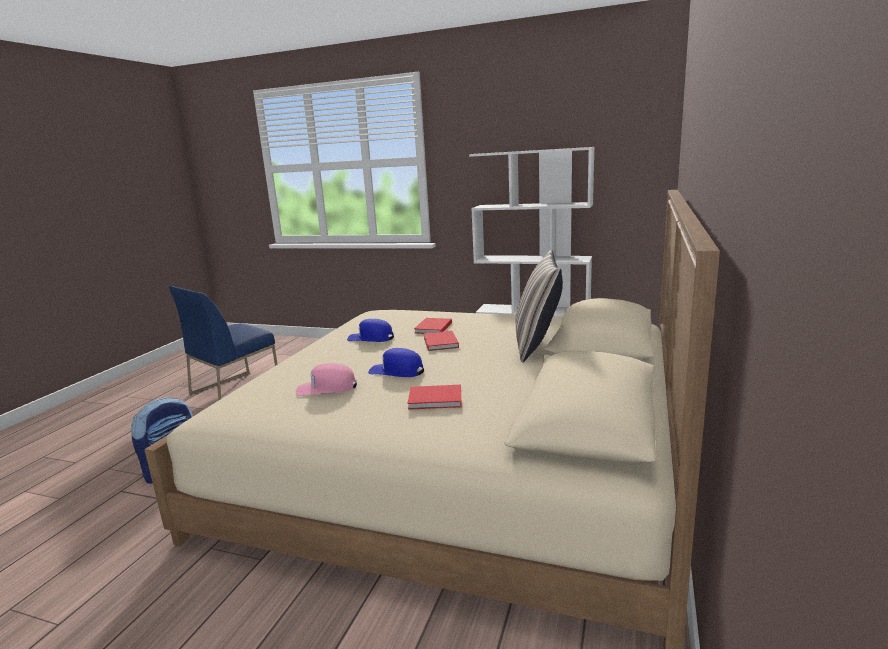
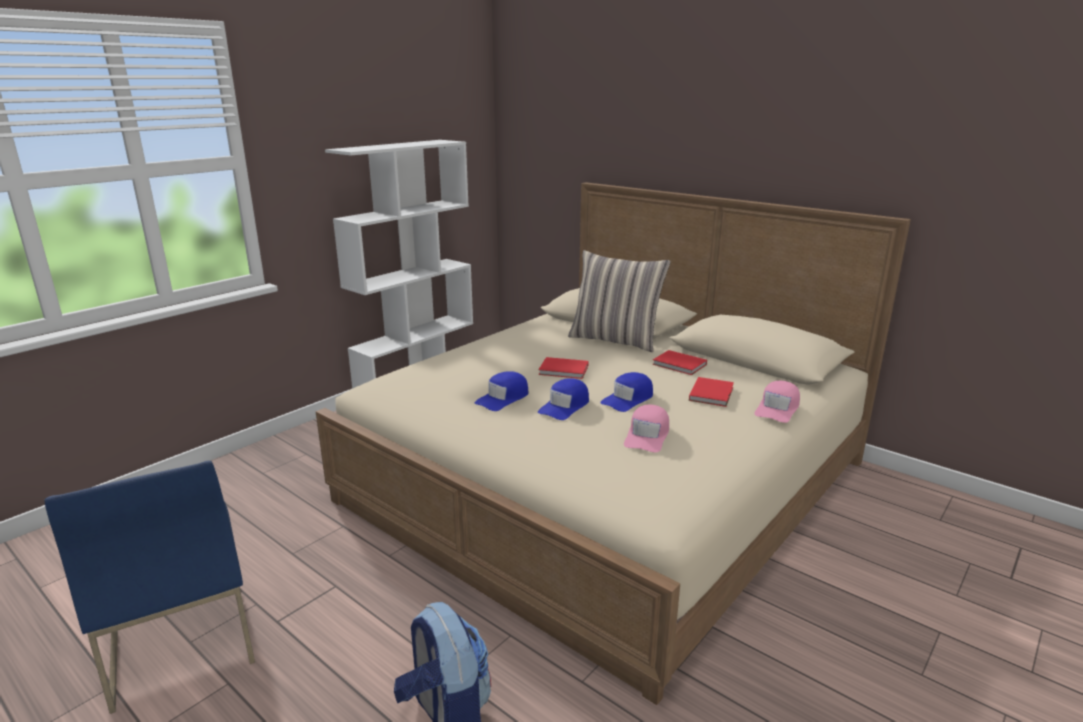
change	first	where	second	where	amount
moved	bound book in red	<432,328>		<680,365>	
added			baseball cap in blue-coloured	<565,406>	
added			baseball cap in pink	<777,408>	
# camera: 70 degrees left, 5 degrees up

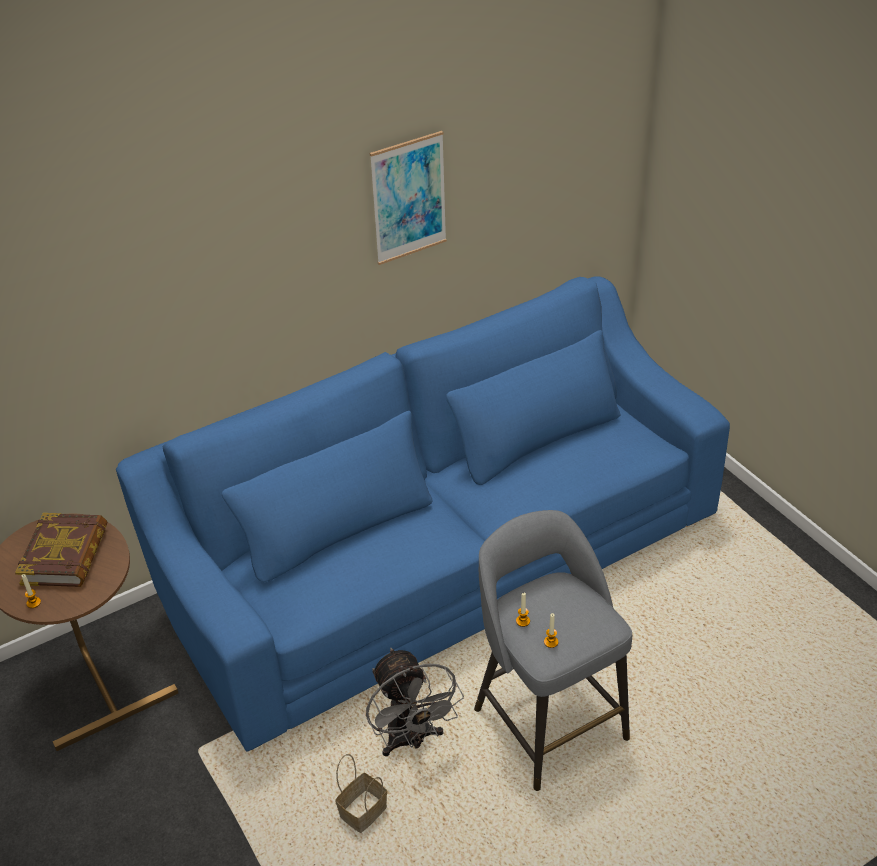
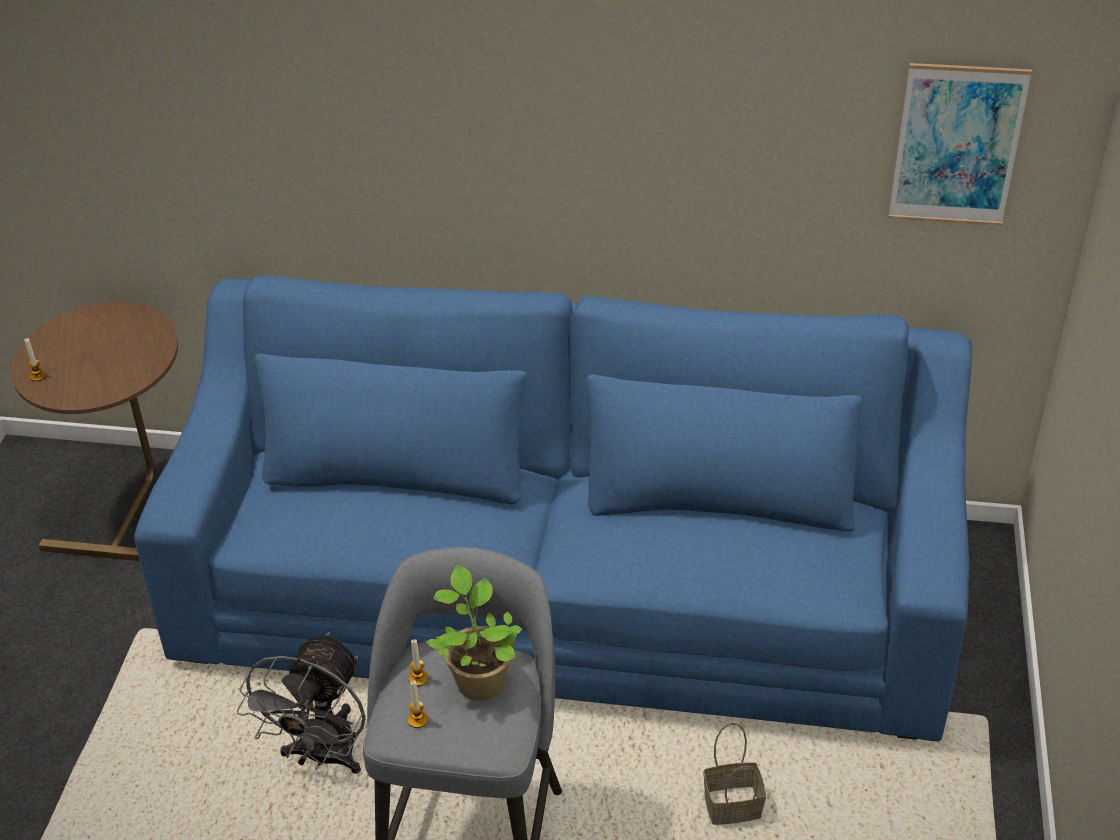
change	first	where	second	where	amount
moved	wall art	<409,198>		<957,145>	
removed	bound book	<66,555>			
moved	storage basket	<363,814>		<730,808>	
added			houseplant	<479,680>	
# camera: 40 degrees right, 0 degrees up

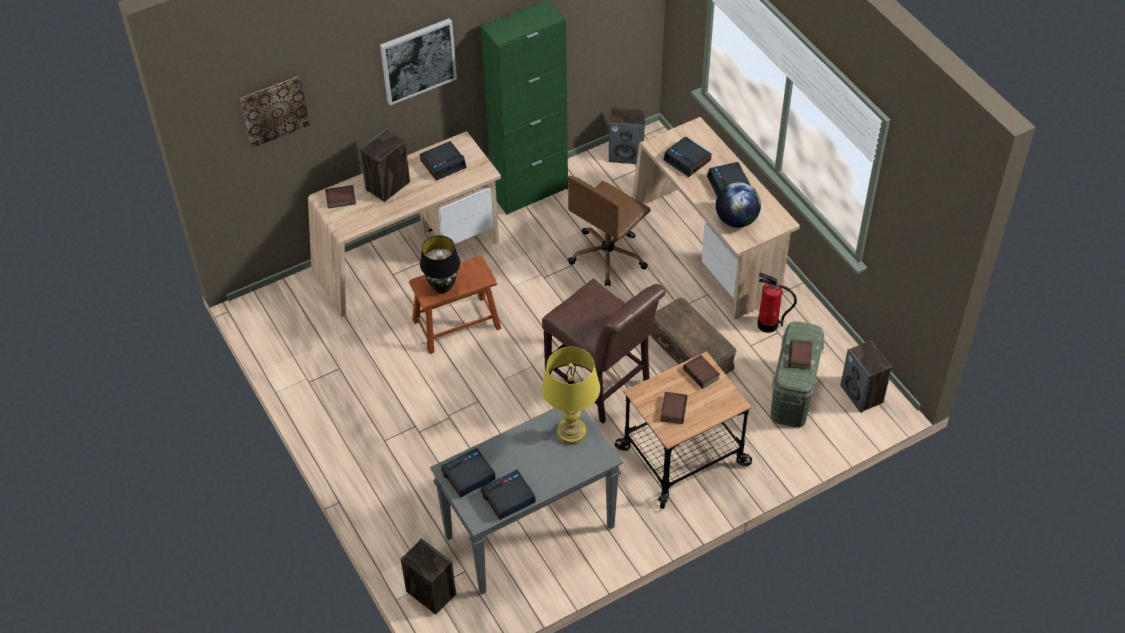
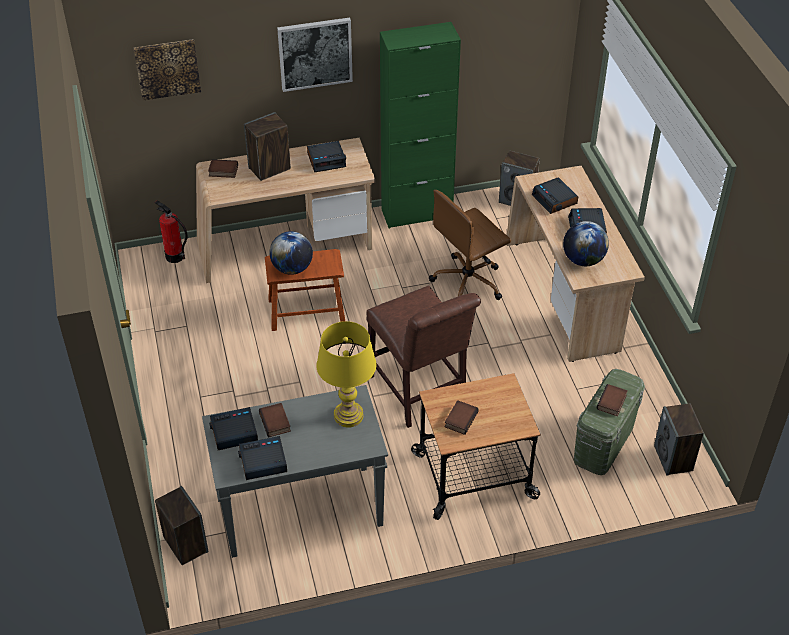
change	first	where	second	where	amount
replaced	tabletop lamp in black	<442,287>	globe	<292,268>	
moved	fire extinguisher	<767,325>		<174,256>	
removed	storage container in brown	<692,350>			
moved	bound book	<702,374>		<276,422>	
# camera: 15 degrees right, 5 degrees down

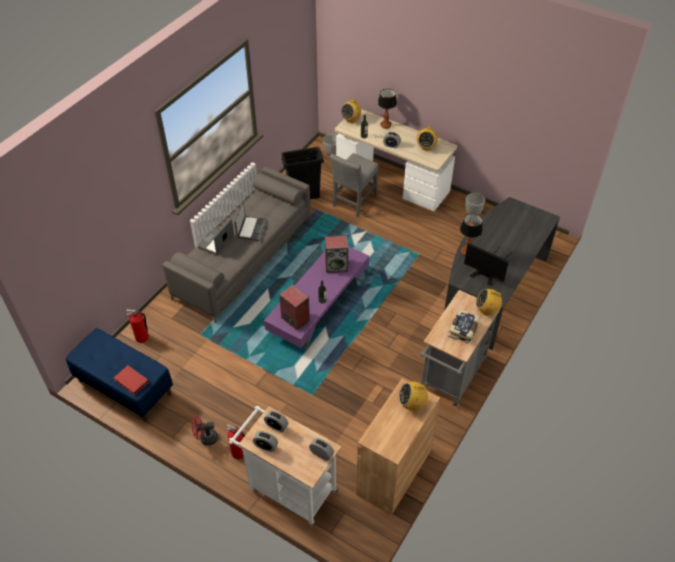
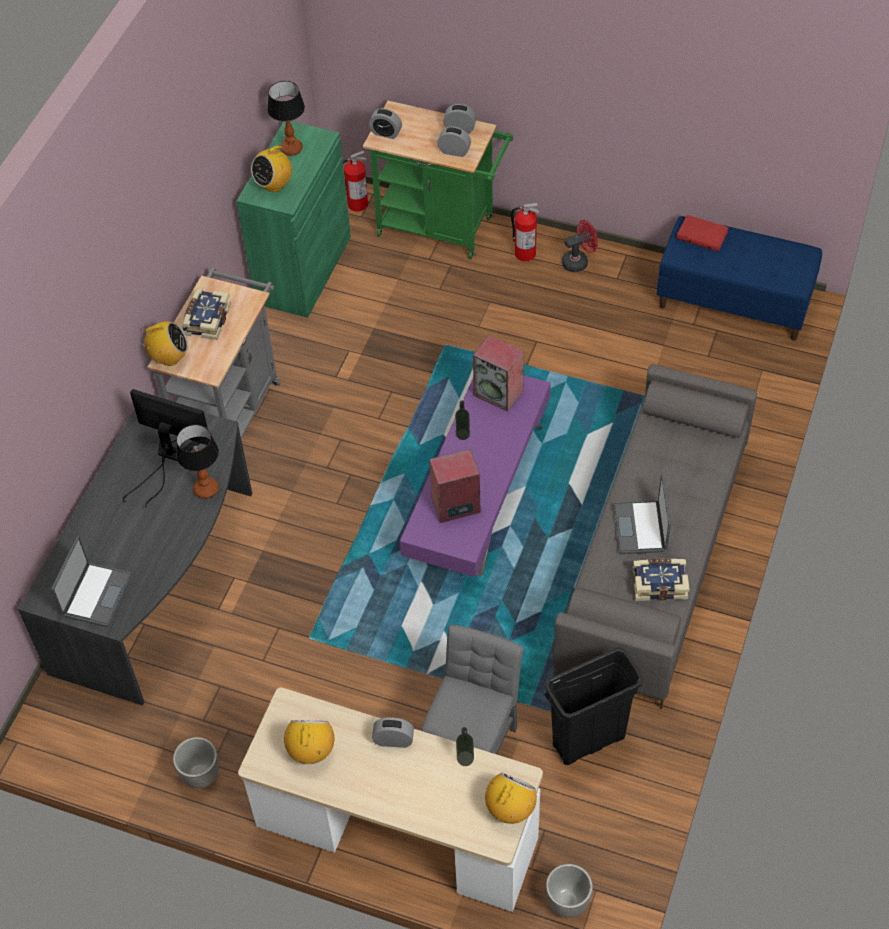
change	first	where	second	where	amount
moved	tabletop lamp	<386,125>		<291,149>	
moved	laptop	<216,242>		<96,595>	
moved	fire extinguisher	<142,338>		<357,204>	
recoloured	storage cabinet in brown	<393,472>	storage cabinet in greenish	<303,270>	
turned	radio	<412,404>		<274,185>	150 degrees clockwise
recoloured	trolley in white-coloured	<288,488>	trolley in greenish	<442,228>	
added			bound book	<659,583>	
# camera: 170 degrees right, 5 degrees up

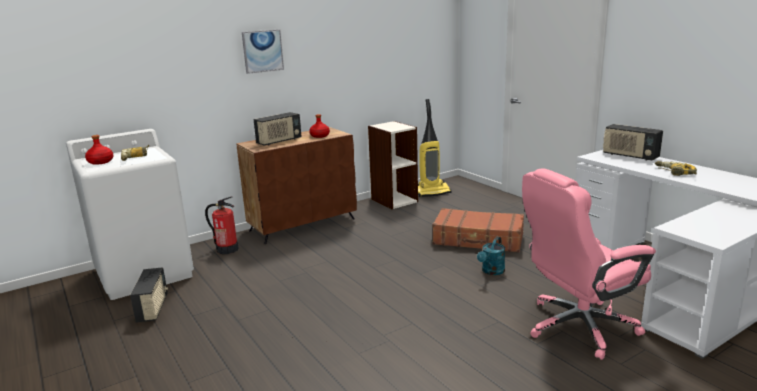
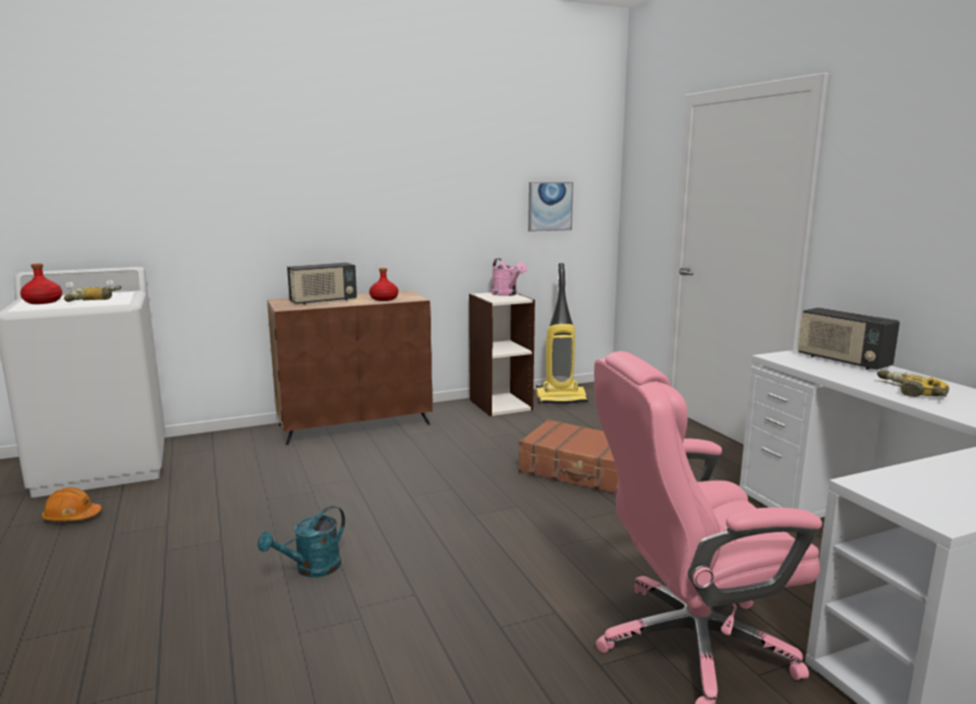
change	first	where	second	where	amount
moved	wall art	<262,51>		<550,206>	
removed	fire extinguisher	<227,249>			
moved	watering can in blue-green	<491,271>		<311,569>	
replaced	radio	<153,308>	hard hat in orange	<72,517>	
added			watering can in pink	<507,294>	
# camera: 10 degrees right, 5 degrees down

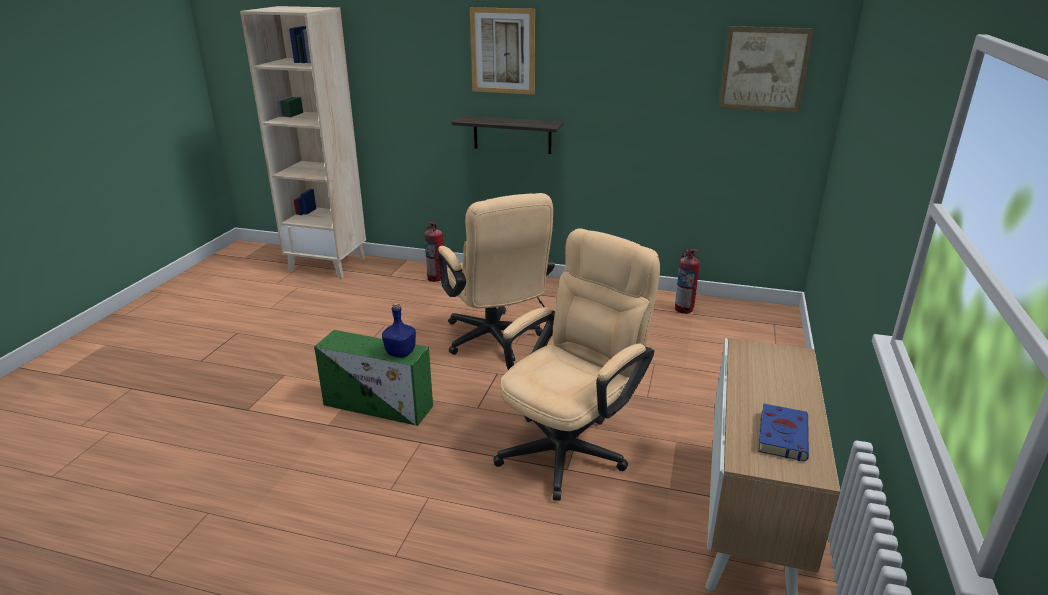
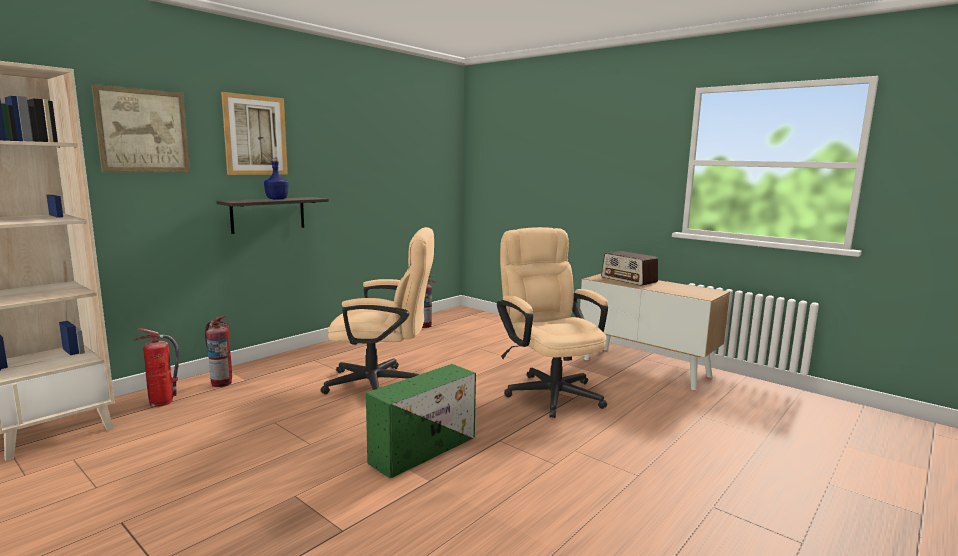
change	first	where	second	where	amount
moved	wall art	<764,69>		<143,131>	
moved	drink bottle in blue-coloured	<401,353>		<277,199>	
removed	bound book in blue-coloured	<782,434>			
added			radio	<629,280>	
added			fire extinguisher	<161,402>	
# camera: 65 degrees left, 15 degrees down

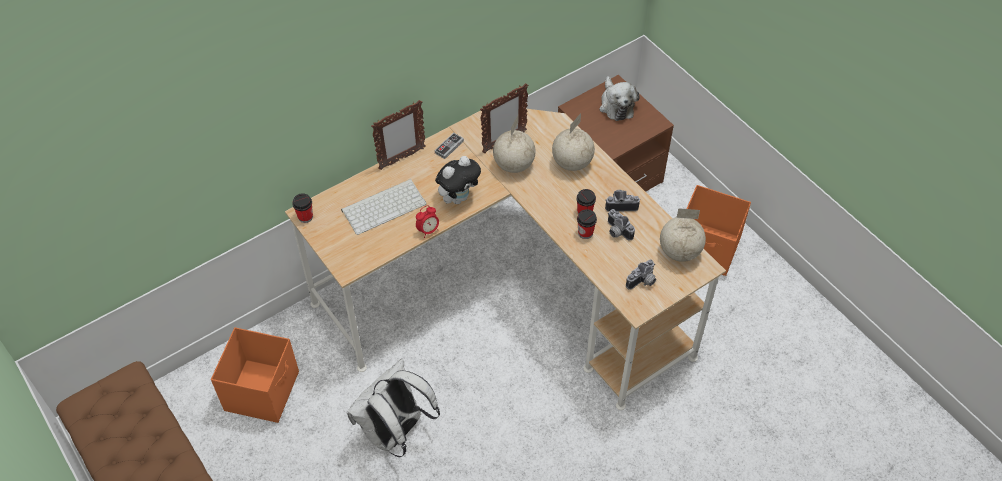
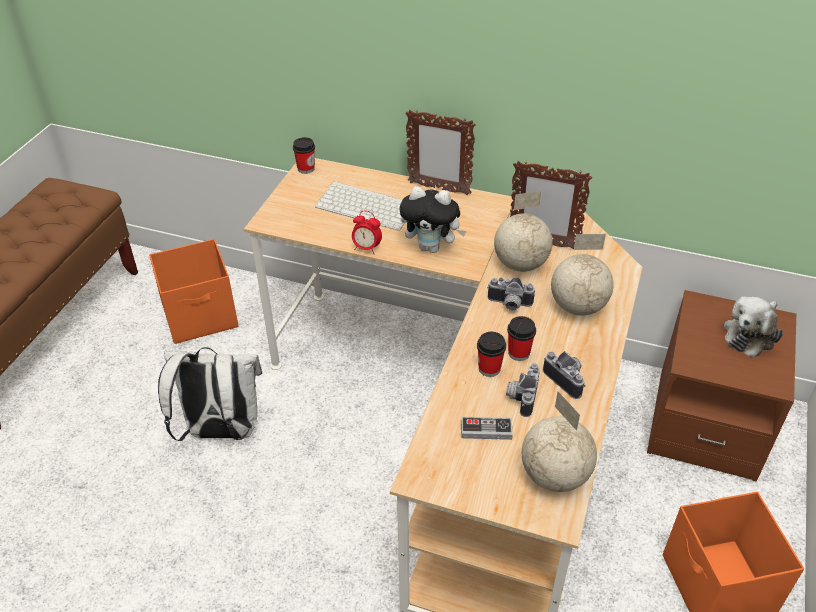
change	first	where	second	where	amount
moved	game controller	<449,147>		<486,430>	
moved	still camera	<643,282>		<509,305>	
# camera: 55 degrees right, 10 degrees down

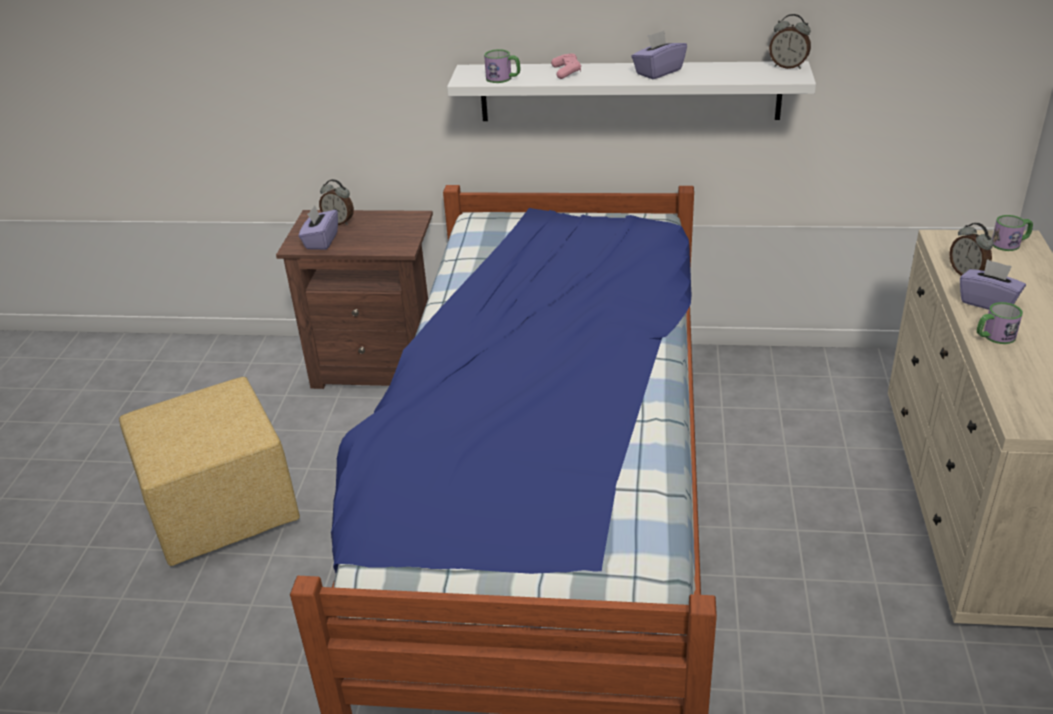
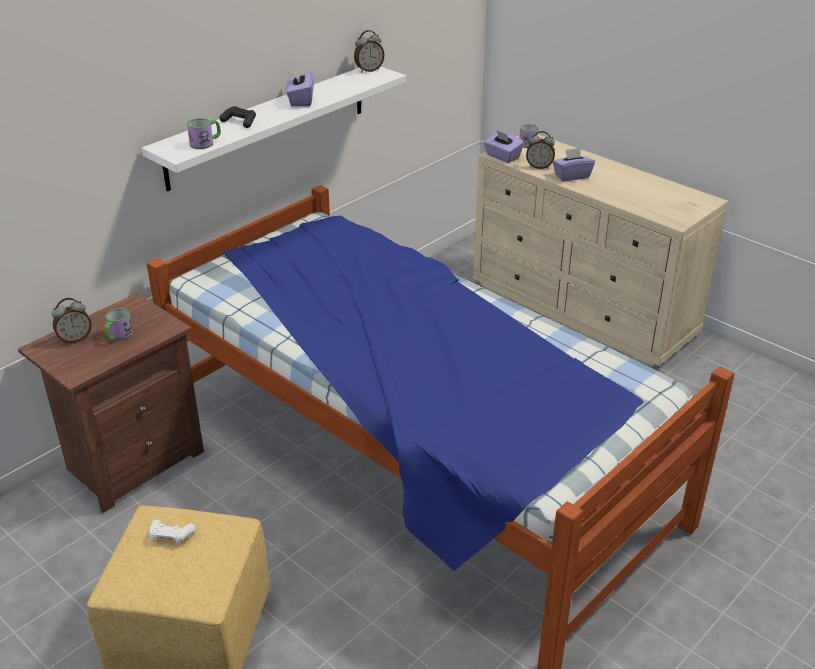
change	first	where	second	where	amount
recoloured	game controller in pink	<566,72>	game controller in black	<239,122>	
moved	box of tissues in purplish	<321,241>		<502,156>	
moved	coffee mug	<994,336>		<118,336>	
added			game controller in white-coloured	<171,536>	
# camera: 55 degrees left, 0 degrees up

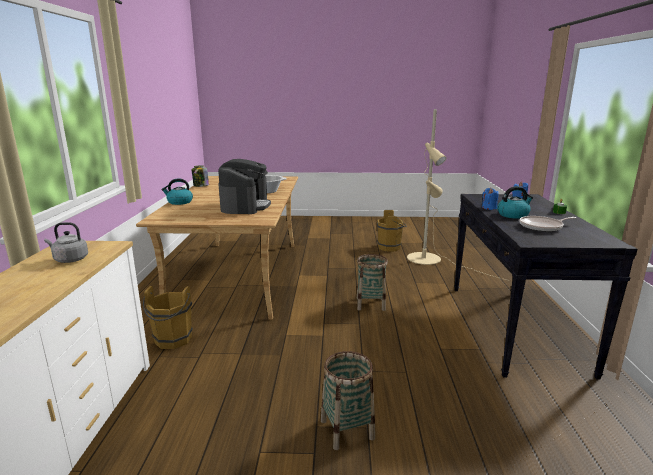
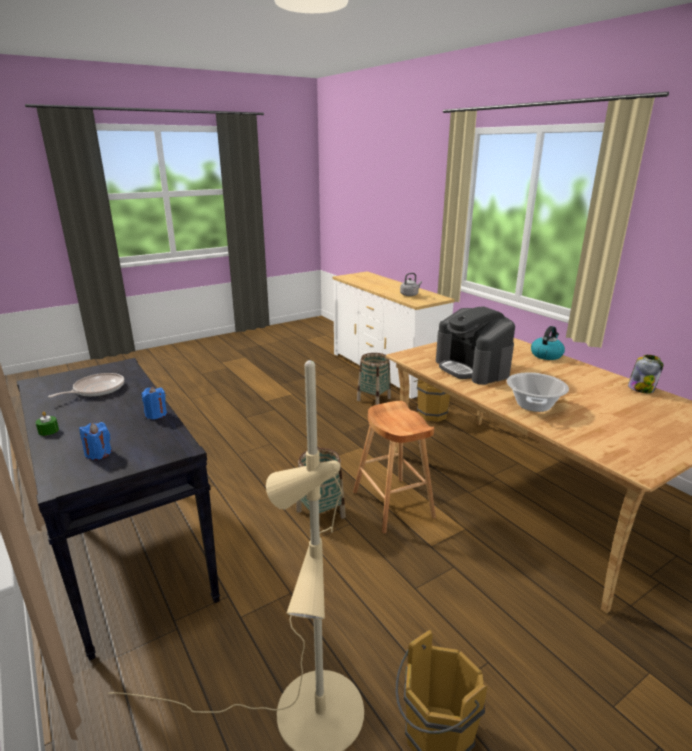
change	first	where	second	where	amount
removed	kettle	<513,215>			
moved	storage basket	<347,429>		<374,399>	
added			stool seat in brown	<393,504>	
# camera: 145 degrees right, 5 degrees up

